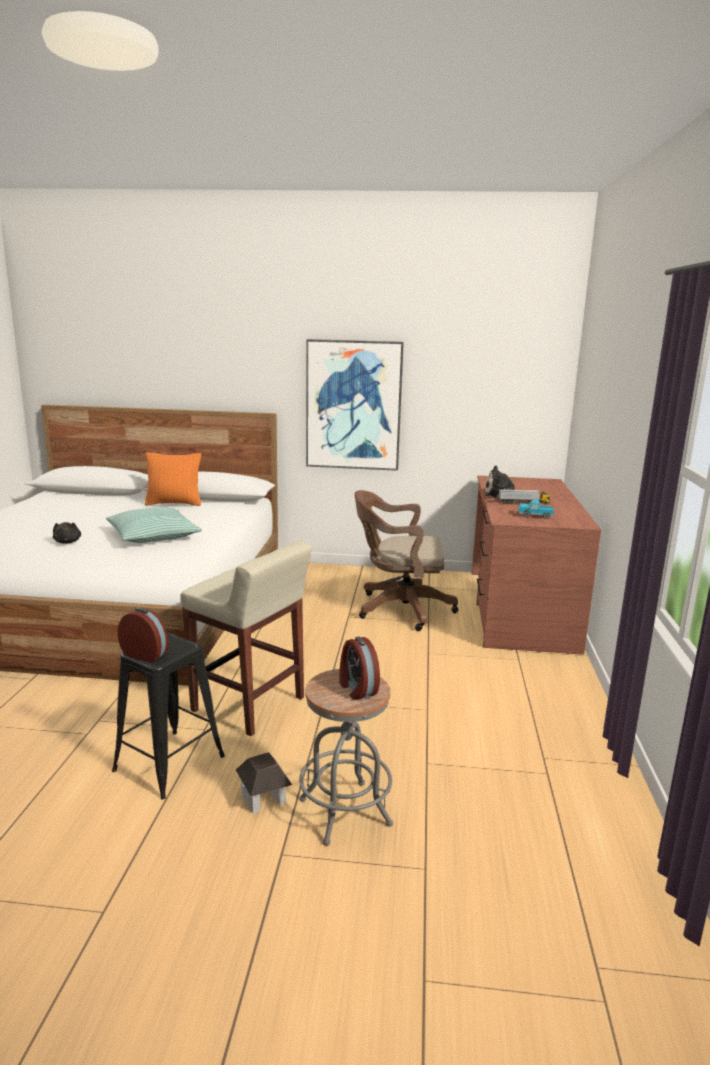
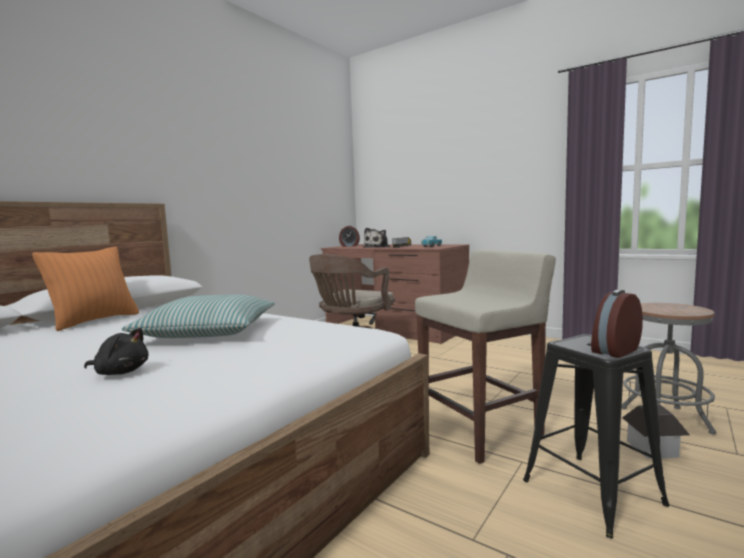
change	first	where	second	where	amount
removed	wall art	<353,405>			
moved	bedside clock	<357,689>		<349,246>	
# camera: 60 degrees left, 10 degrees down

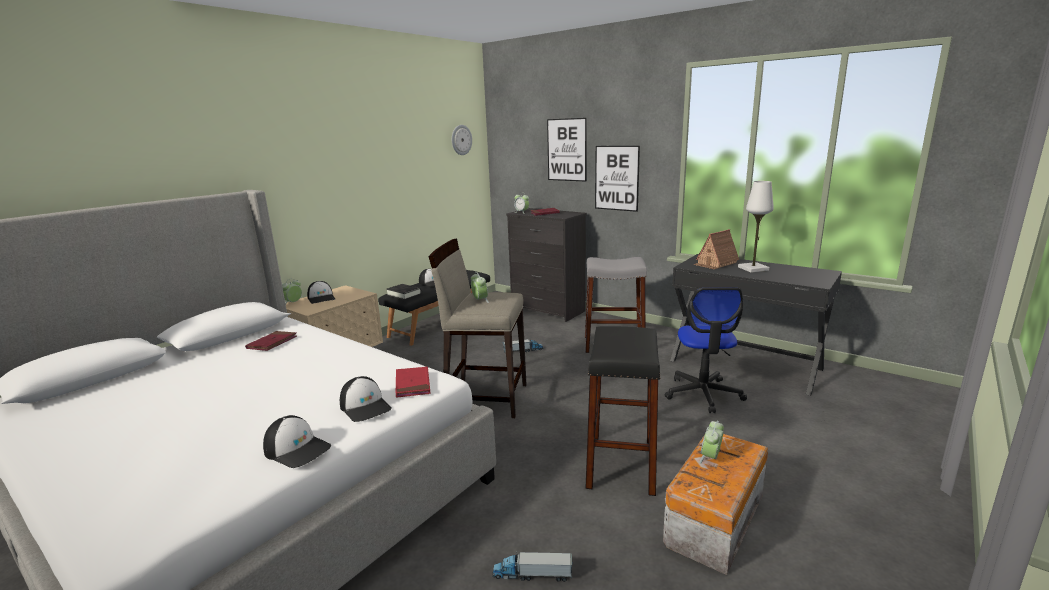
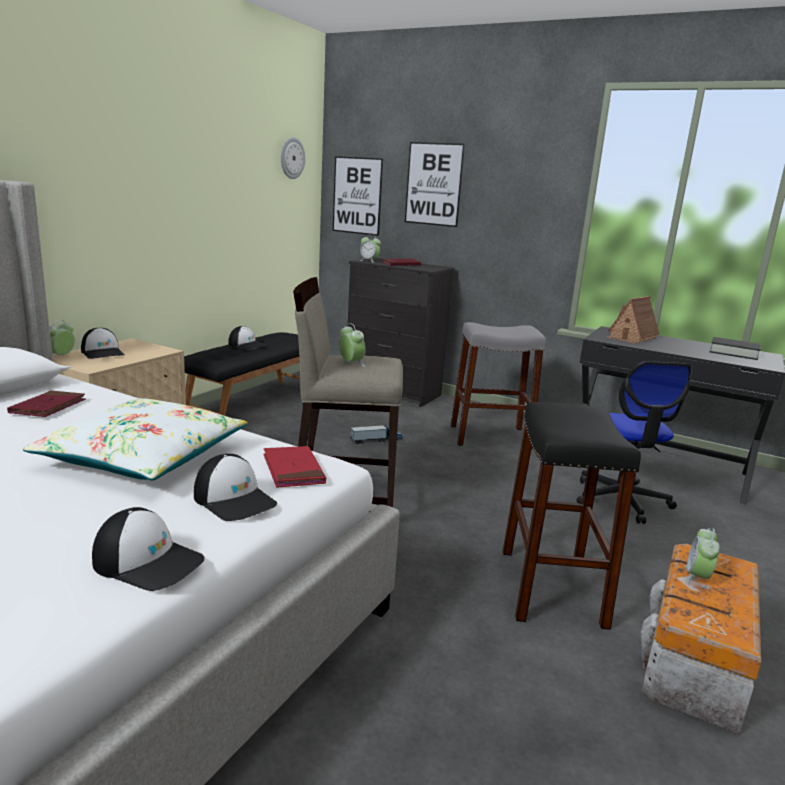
change	first	where	second	where	amount
moved	wall art	<616,178>		<357,196>	
removed	tabletop lamp in white-coloured	<753,269>			
moved	bound book in black	<404,294>		<733,352>	
removed	model truck	<532,574>			
added			pillow in white-coloured	<144,457>	
# camera: 10 degrees left, 0 degrees up

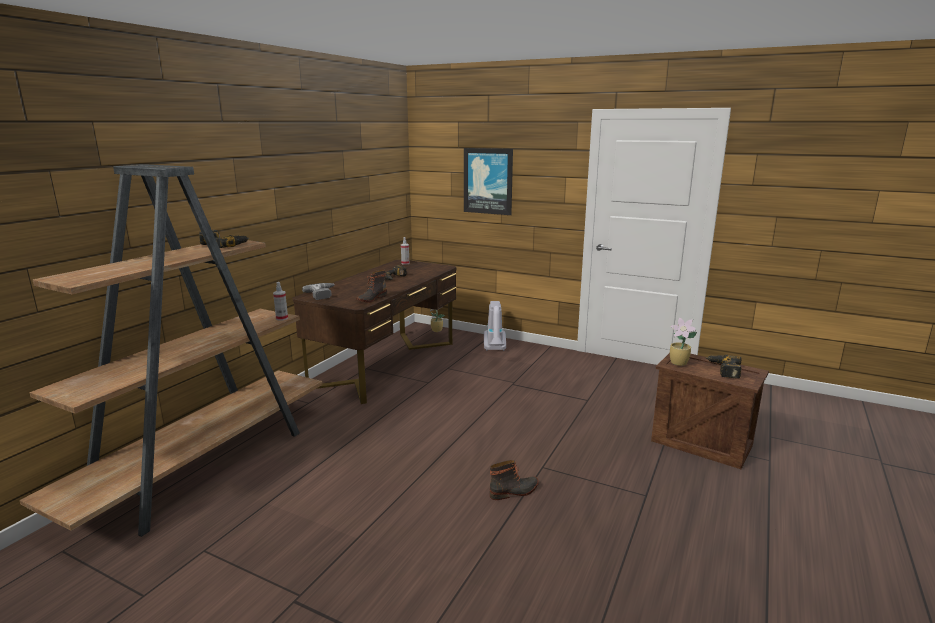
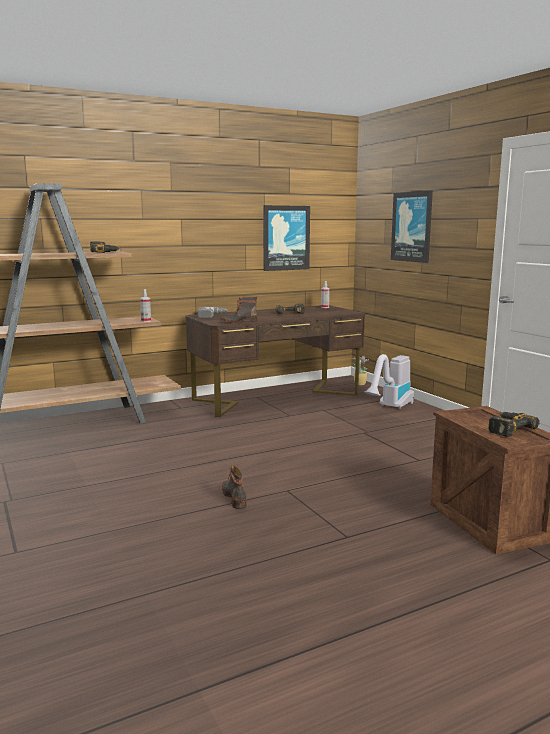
change	first	where	second	where	amount
removed	houseplant	<679,363>			
turned	boot	<514,491>		<235,497>	120 degrees counterclockwise
added			wall art	<286,238>	
# camera: 35 degrees right, 5 degrees down

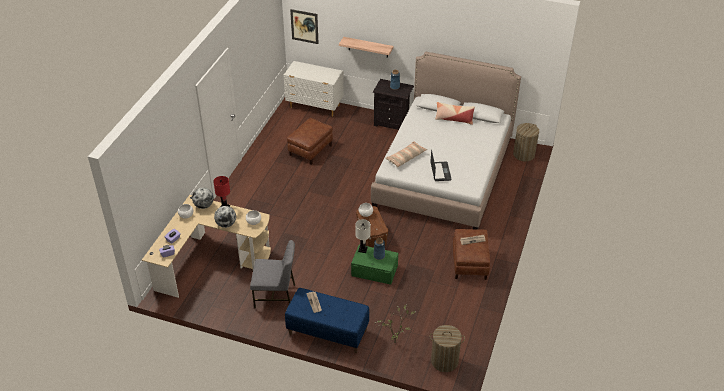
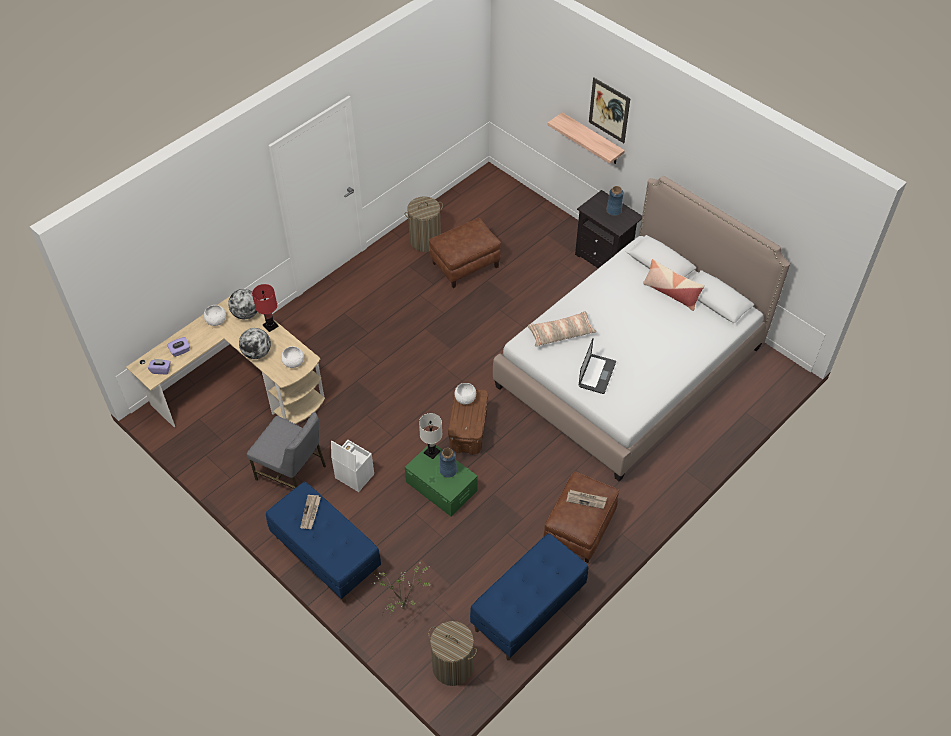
change	first	where	second	where	amount
moved	wall art	<304,26>		<609,110>	
removed	drawer chest in white-coloured	<315,107>			
moved	washing basket	<524,154>		<425,240>	
added			storage container in white-coloured	<353,476>	
added			indoor bench in blue-coloured	<528,610>	
# camera: 25 degrees right, 10 degrees up

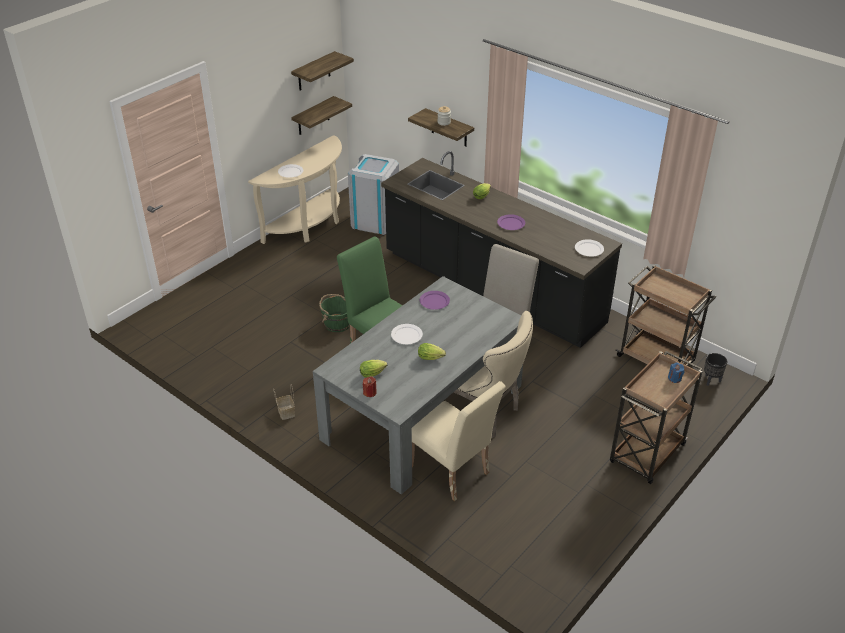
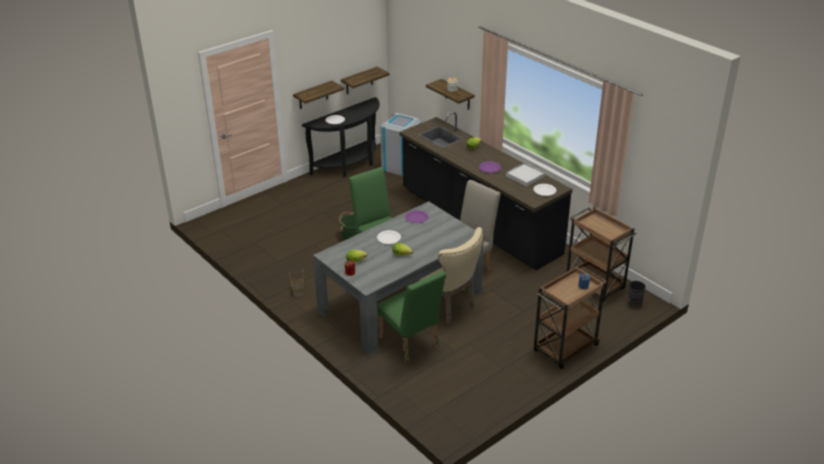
change	first	where	second	where	amount
moved	bracket shelf	<314,72>		<313,95>	
recoloured	narrow table in beige	<309,225>	narrow table in black	<349,165>	
recoloured	upright chair in beige	<452,473>	upright chair in greenish	<411,345>	
added			carrying tray in white-coloured	<525,176>	
# camera: 10 degrees right, 5 degrees down

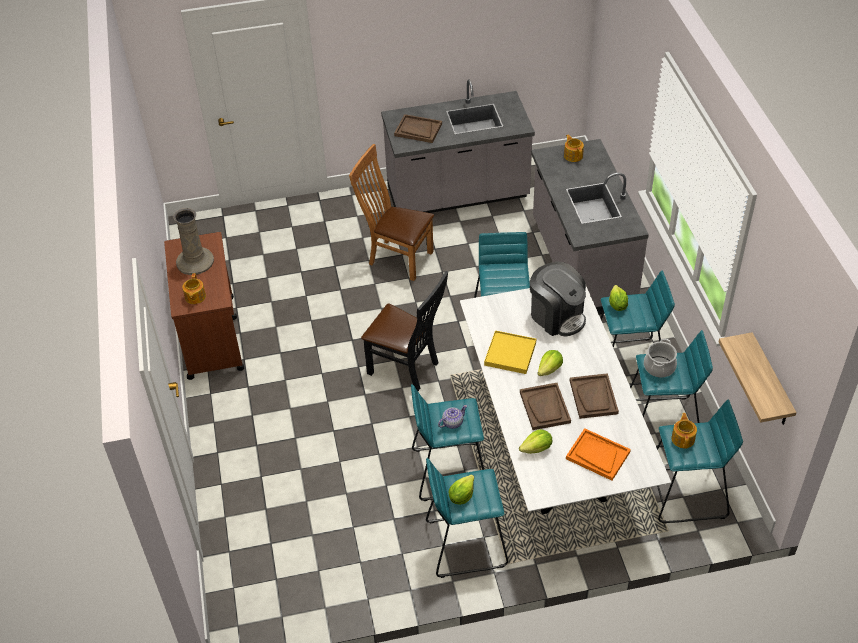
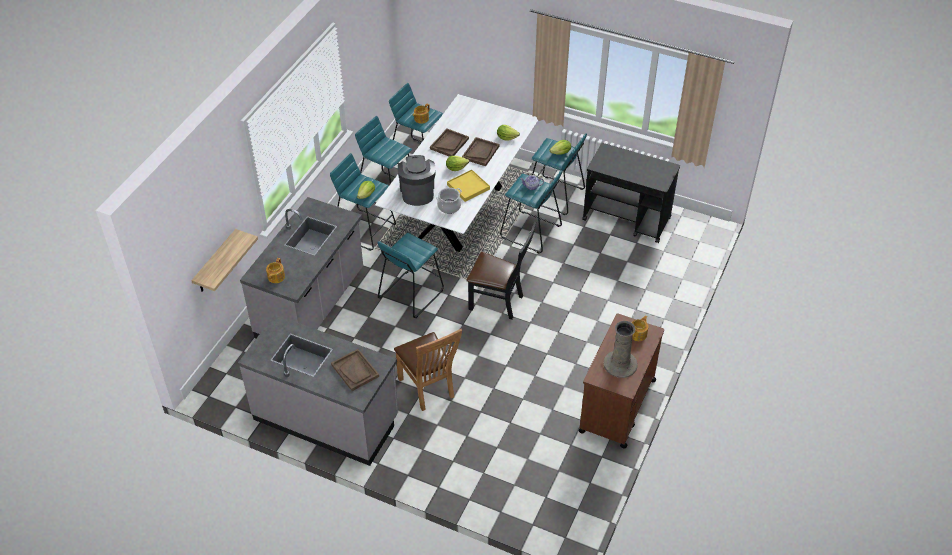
change	first	where	second	where	amount
turned	upright chair in black	<407,368>		<499,302>	135 degrees clockwise
moved	bracket shelf	<770,382>		<215,262>	
moved	cooking pot	<659,367>		<449,206>	
removed	carrying tray in orange	<597,455>			
added			trolley in black	<627,219>	
# camera: 145 degrees left, 0 degrees up

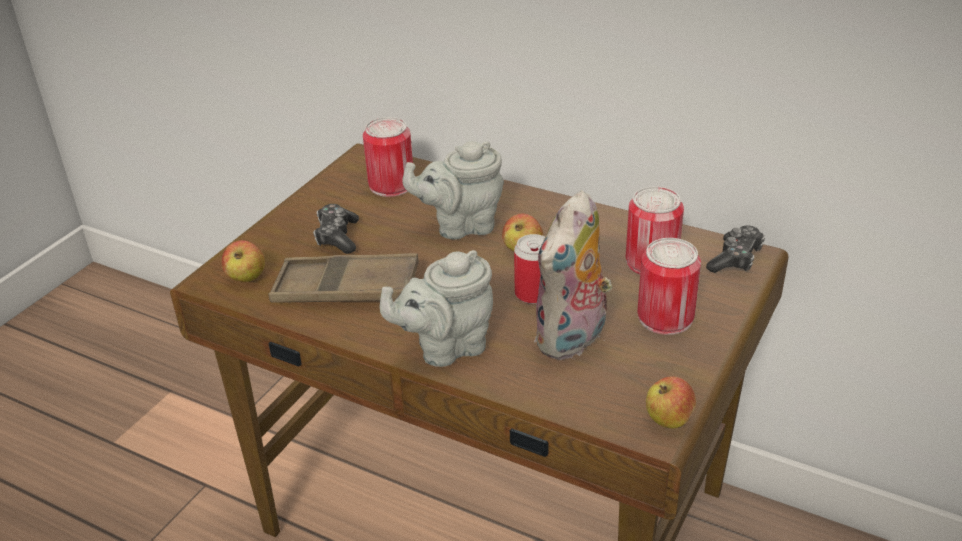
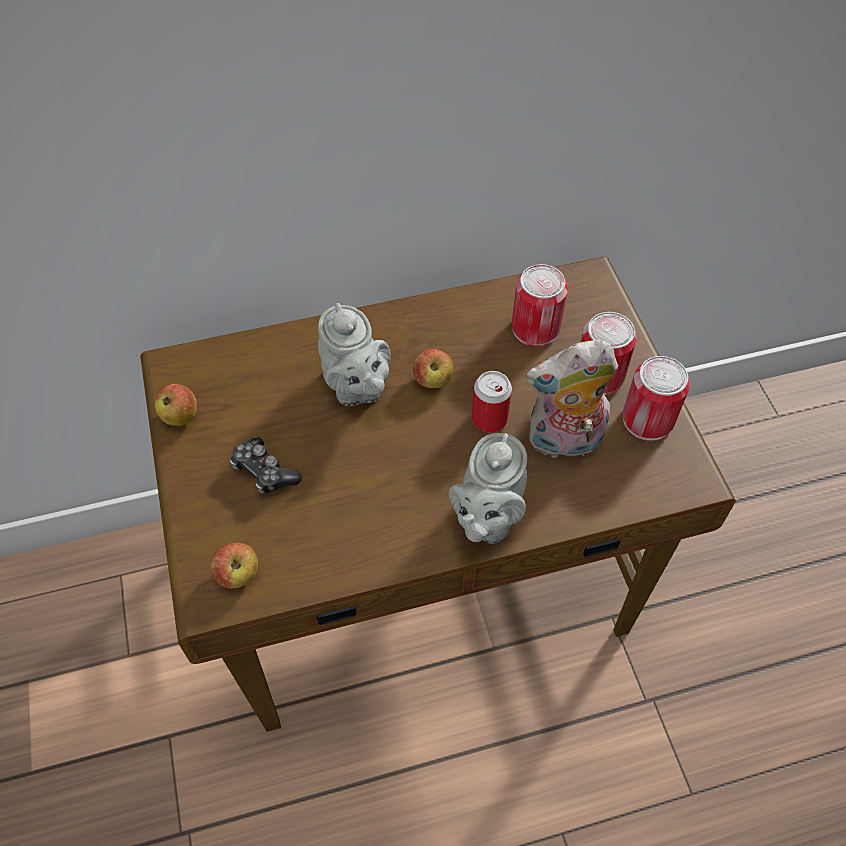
change	first	where	second	where	amount
moved	can	<391,185>		<647,419>	
turned	teapot in grey	<461,226>		<355,387>	60 degrees counterclockwise
turned	cuddly toy	<573,340>		<564,442>	90 degrees clockwise
removed	game controller	<735,259>			
removed	carrying tray in brown	<346,288>			
moved	whole apple	<668,419>		<180,416>	
# camera: 45 degrees left, 20 degrees up

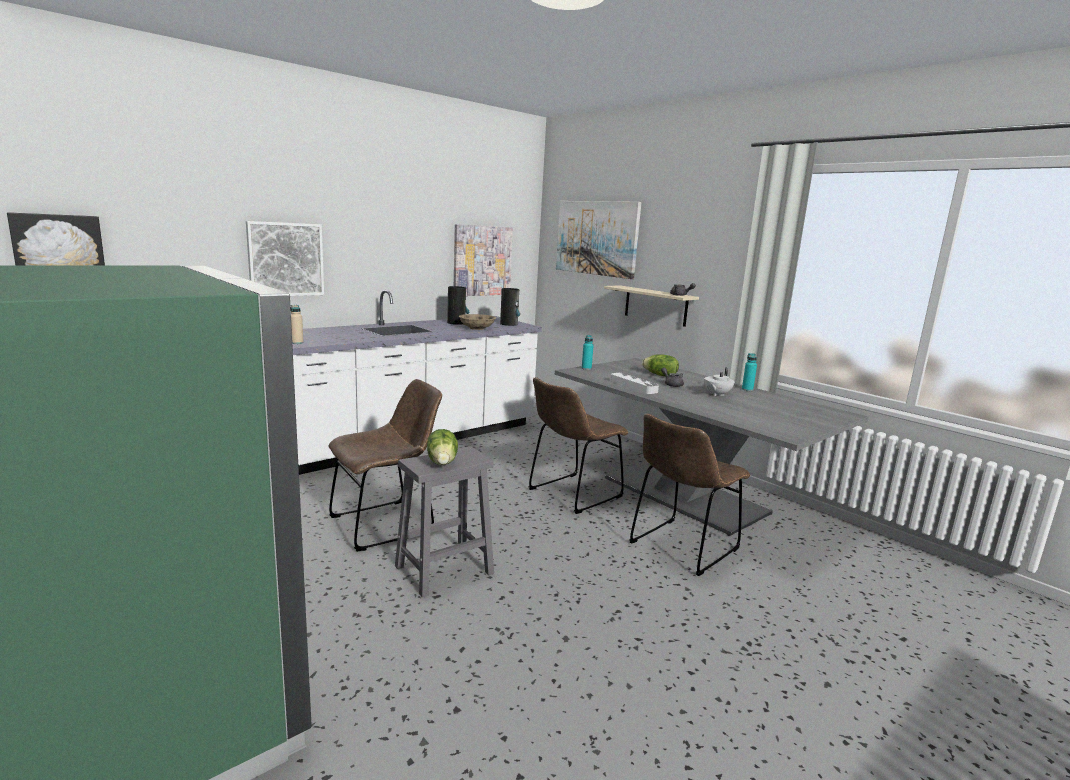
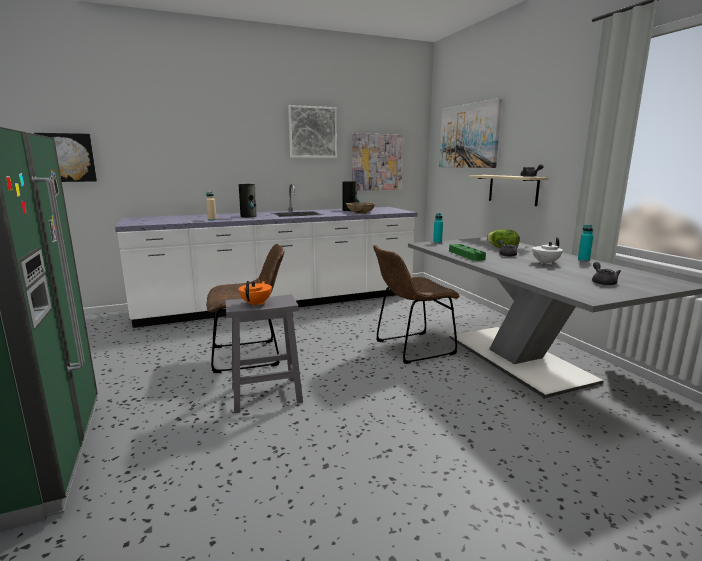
change	first	where	second	where	amount
moved	wall art	<286,259>		<312,132>	
moved	decorative vase	<509,324>		<249,216>	
recoloured	carrying tray in grey	<633,386>	carrying tray in greenish	<466,255>	
removed	upright chair in brown	<680,548>			
replaced	lettuce	<443,462>	teapot in orange	<256,303>	
added			teapot in grey	<602,282>	
# camera: 20 degrees right, 0 degrees up

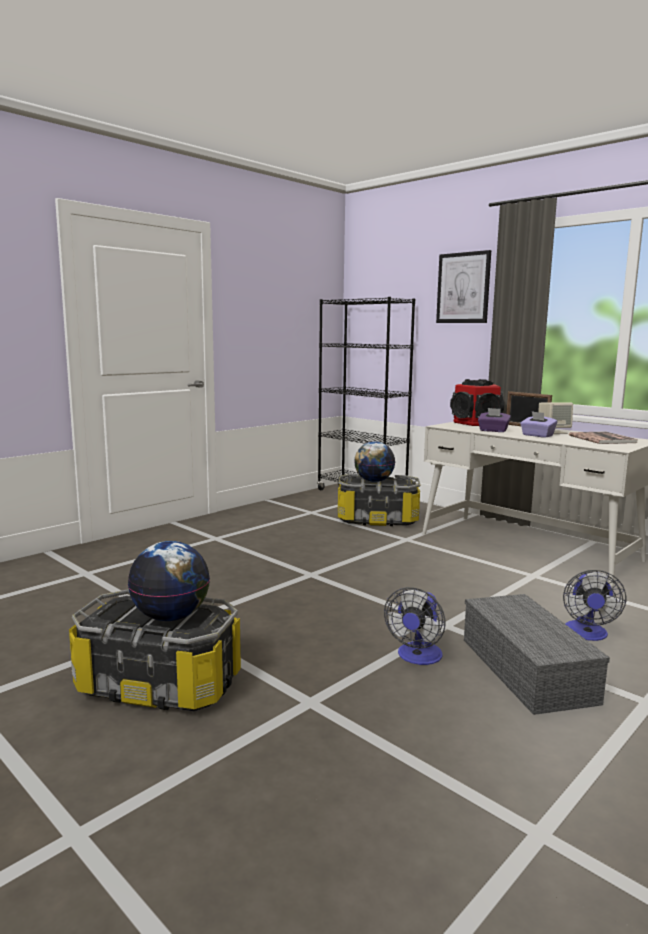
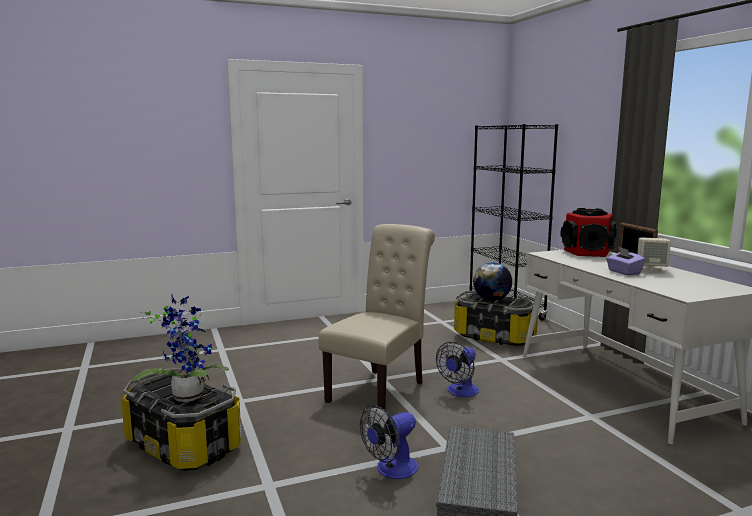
change	first	where	second	where	amount
removed	wall art	<463,288>			
removed	box of tissues in purplish	<493,431>			
removed	bound book	<602,439>			
replaced	globe	<171,617>	houseplant	<187,395>	
moved	electric fan	<587,634>		<460,392>	
added			upright chair in beige	<380,389>	
# camera: 25 degrees right, 0 degrees up

